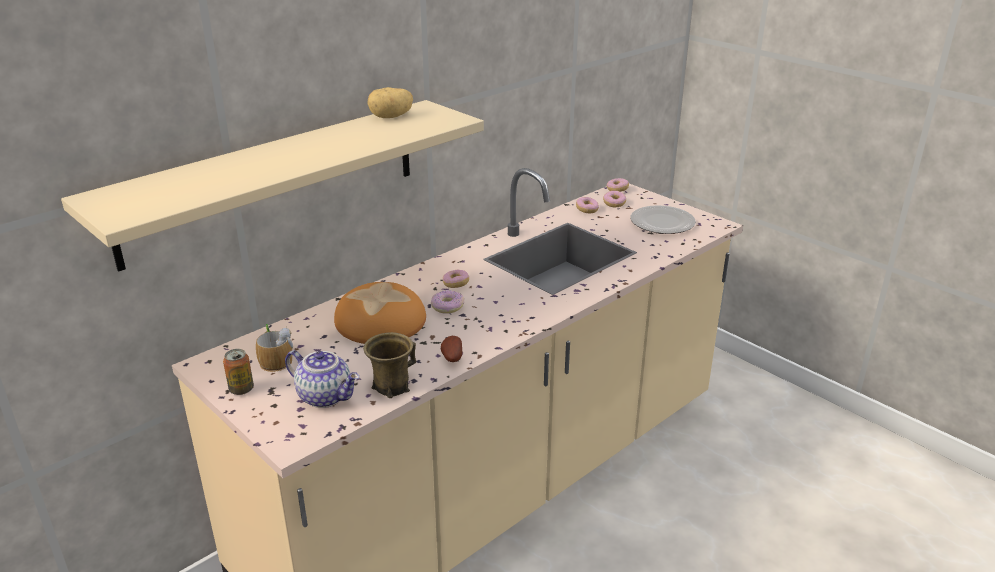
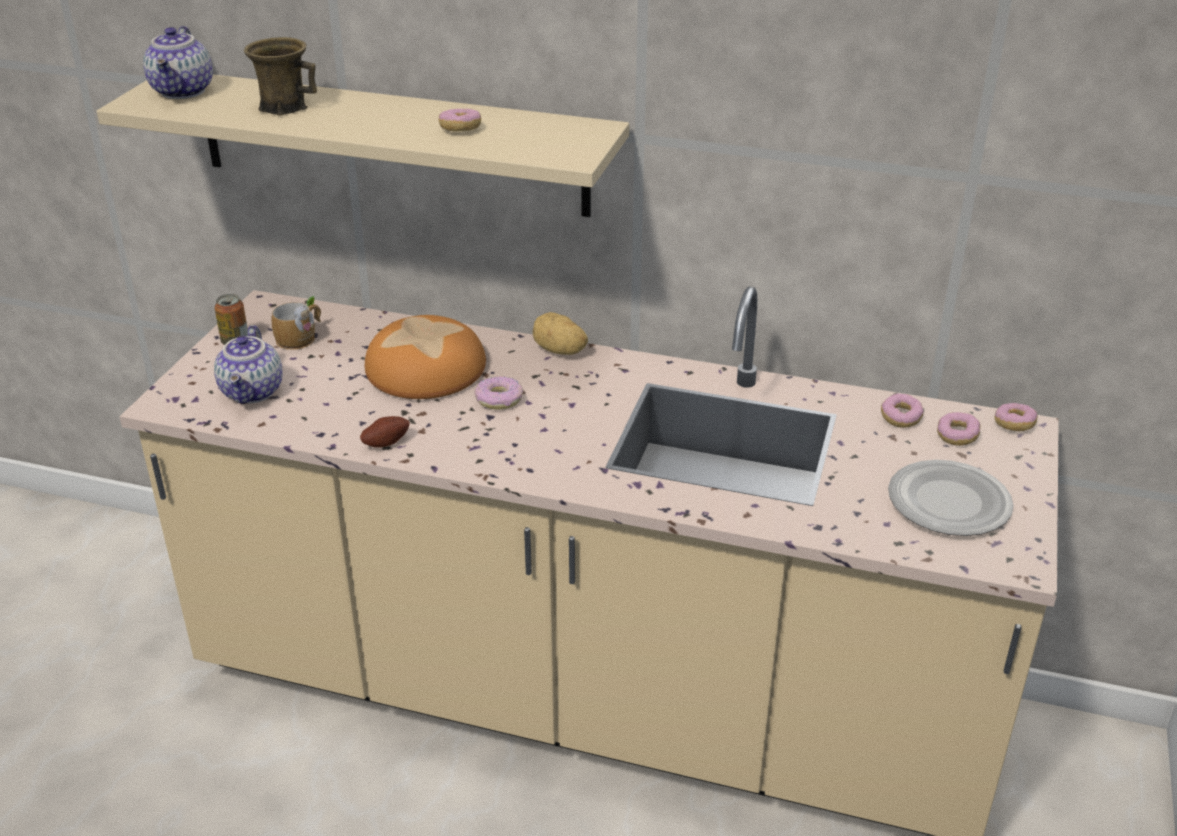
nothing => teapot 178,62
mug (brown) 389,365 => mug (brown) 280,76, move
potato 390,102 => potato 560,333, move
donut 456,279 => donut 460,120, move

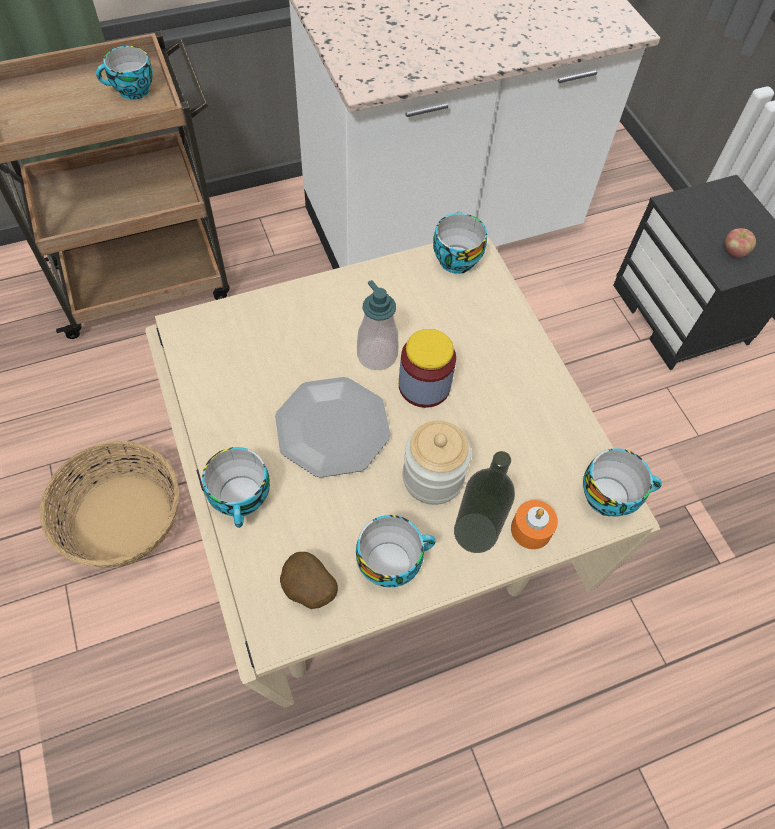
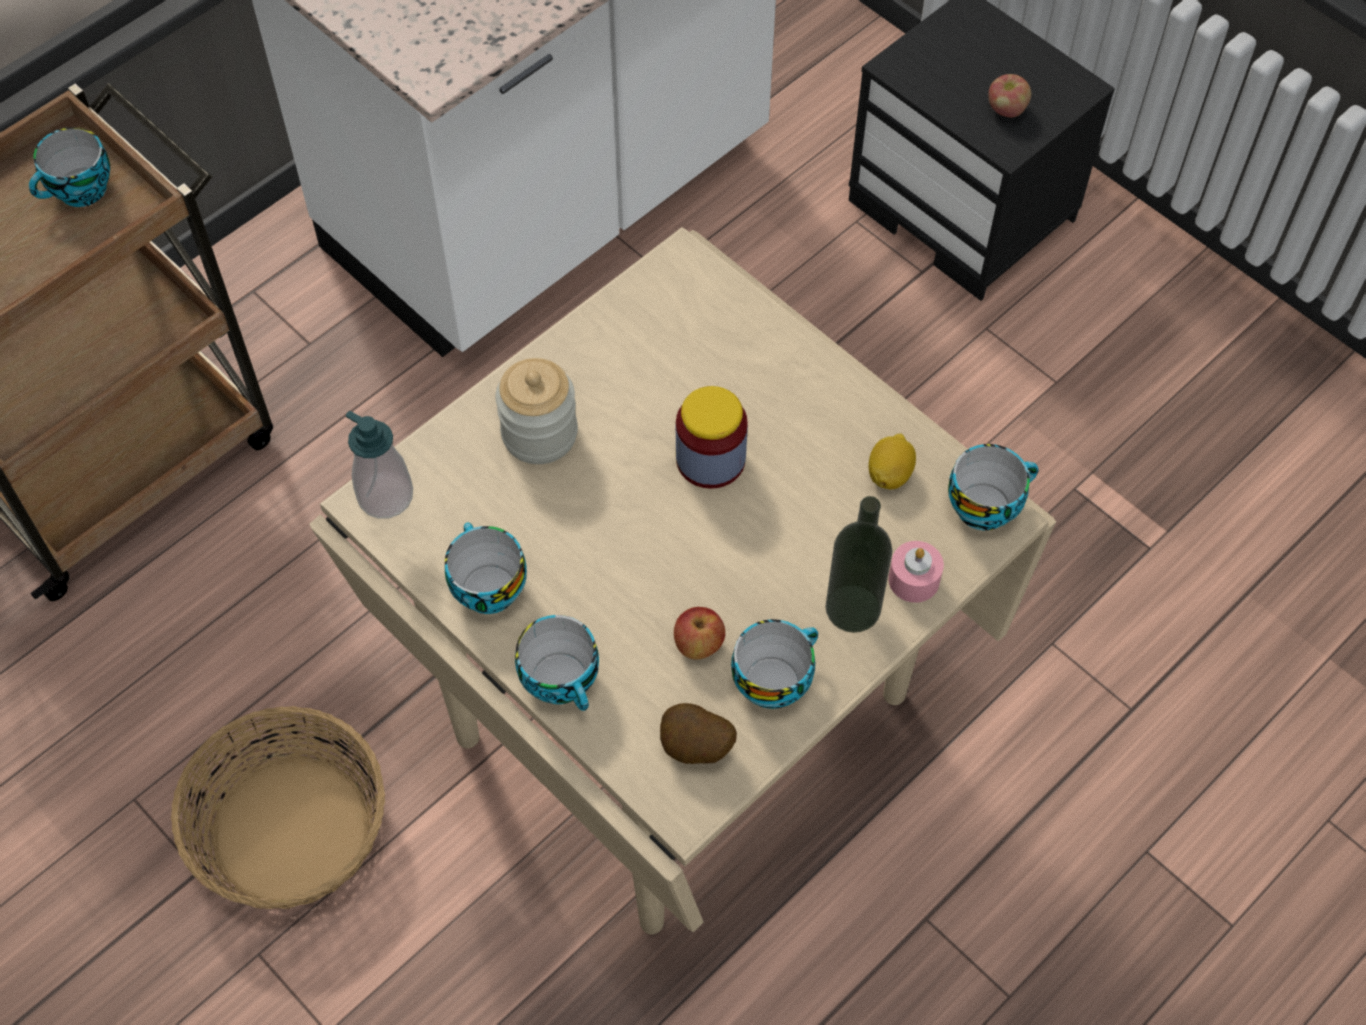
plate 333,427 => nothing
nothing => apple 699,633
nothing => lemon 892,462
soap dispenser 377,325 => soap dispenser 379,465, move
jar 437,463 => jar 536,411, move
cup 460,242 => cup 486,568, move
candle (orange) 534,524 => candle (pink) 916,572

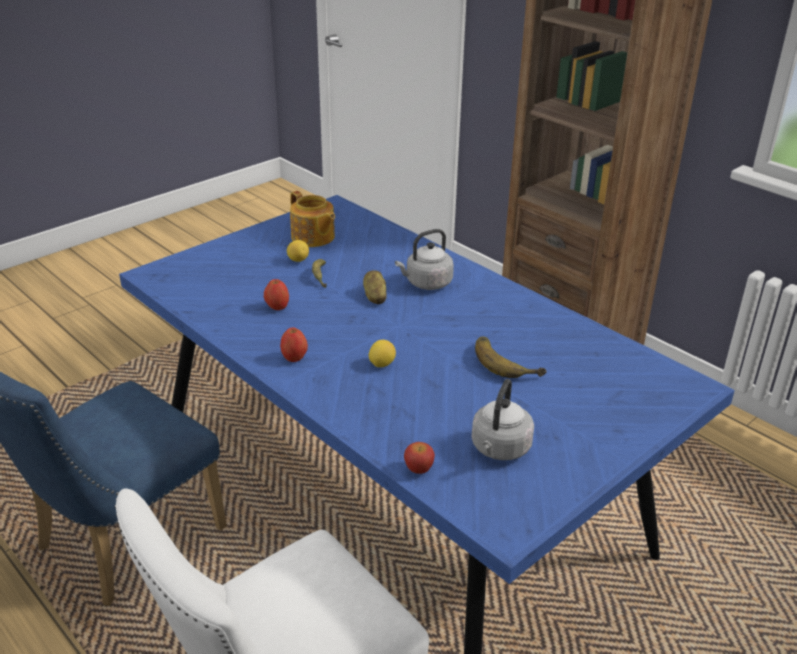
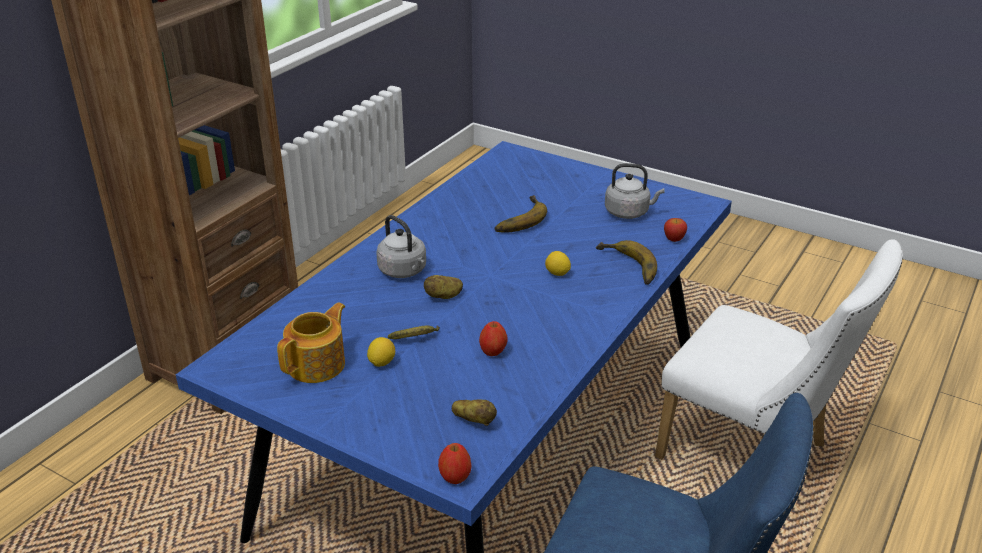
nothing => potato 474,413
nothing => banana 626,262
apple 294,344 => apple 455,463, move

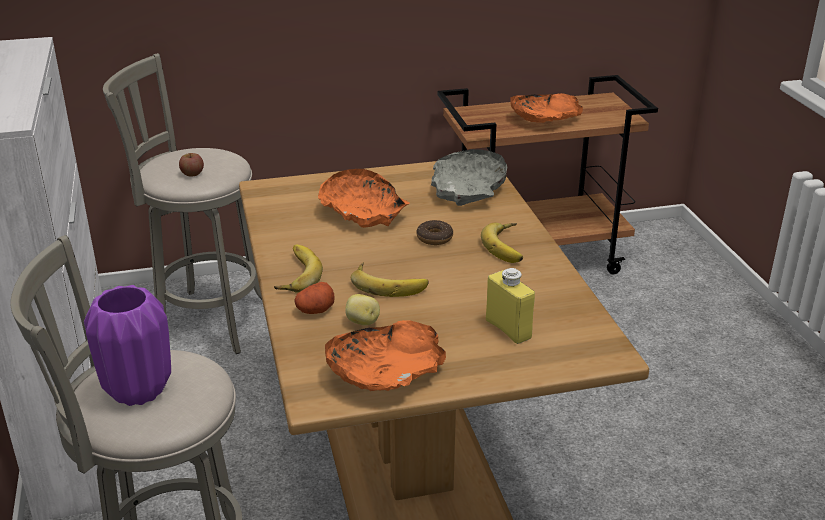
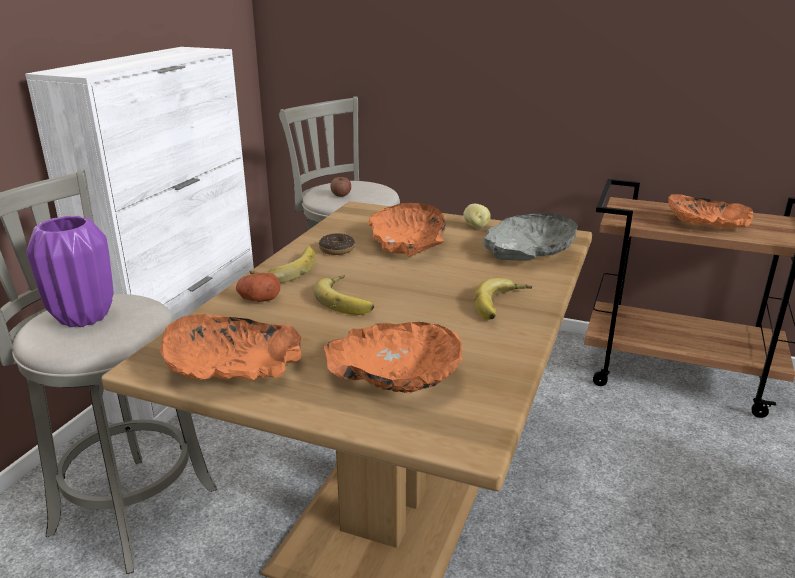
potato 362,309 => potato 477,216, move
donut 435,232 => donut 337,244, move
bottle (yellow) 510,306 => bowl (orange) 393,357

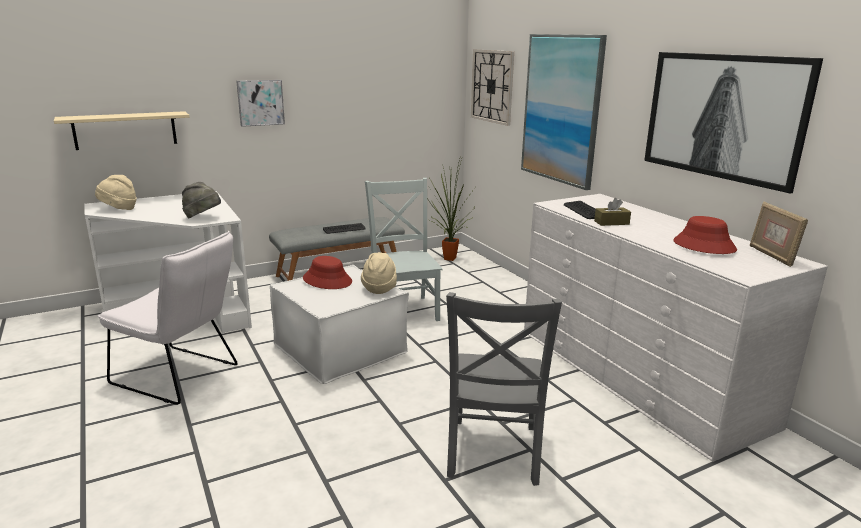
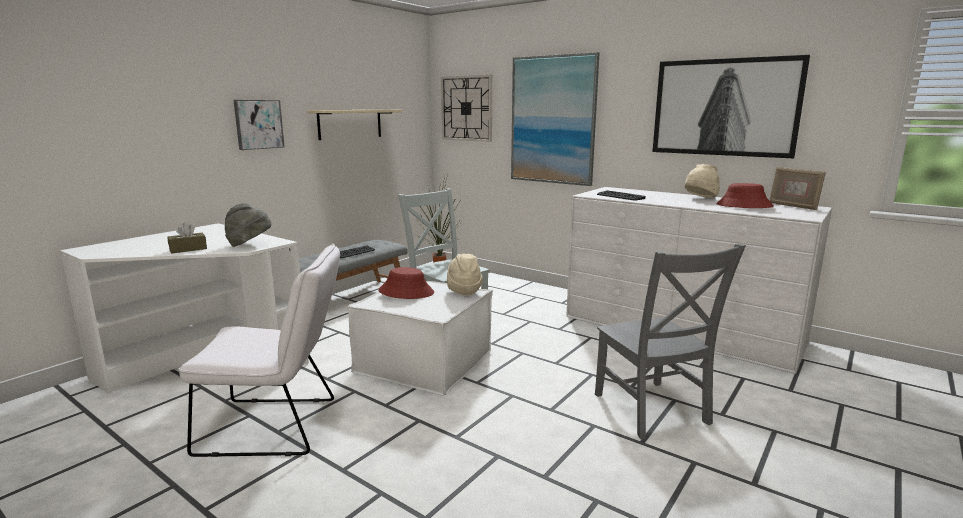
shelf (beige) 122,130 => shelf (beige) 355,125, move
hat (beige) 116,192 => hat (beige) 702,181, move
tissue box (brown) 612,212 => tissue box (brown) 187,238, move

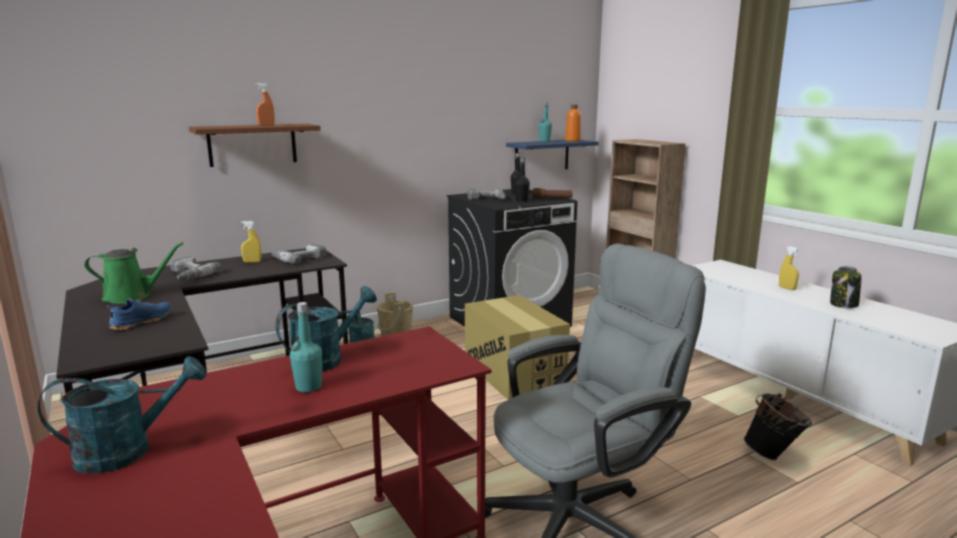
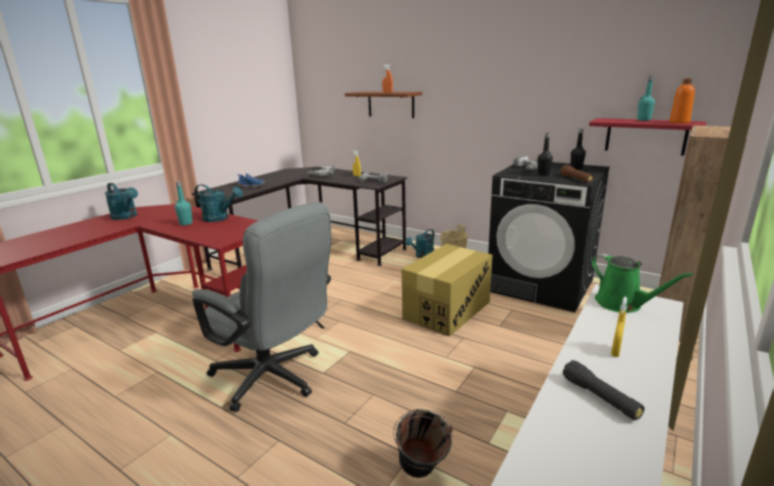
watering can (green) 133,273 => watering can (green) 642,283, move
jar 846,287 => flashlight (black) 603,390
shelf (blue) 552,154 => shelf (red) 647,137

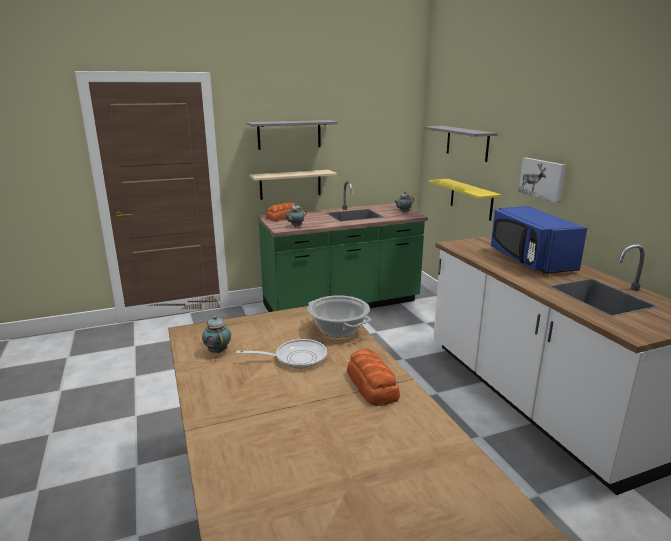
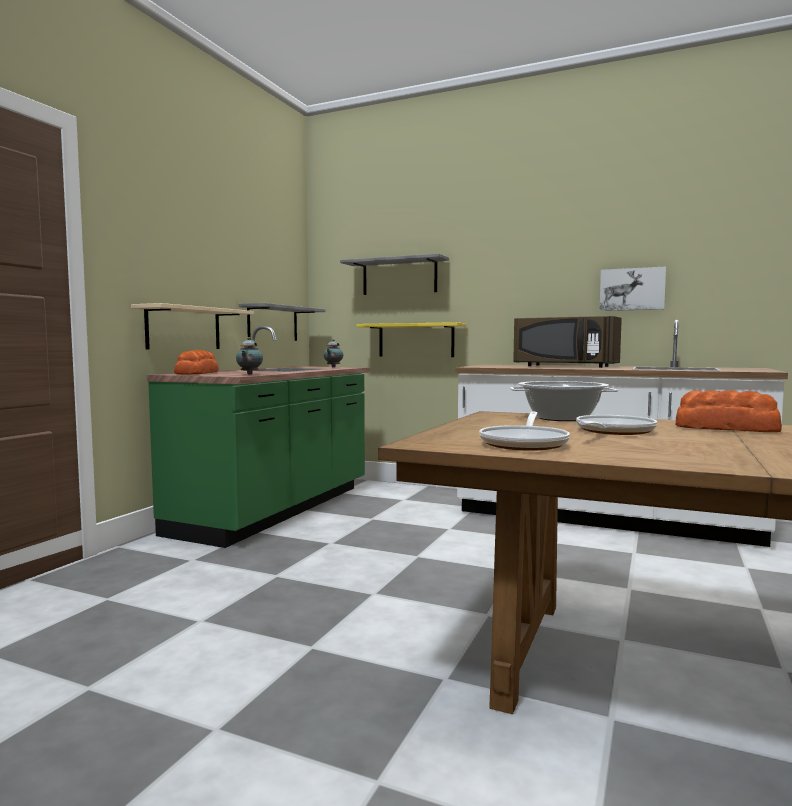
shelf (grey) 292,135 => shelf (grey) 282,322, move
picture 542,180 => picture 633,289, move
teapot 216,335 => frying pan 524,431
microwave (blue) 539,240 => microwave (brown) 567,342

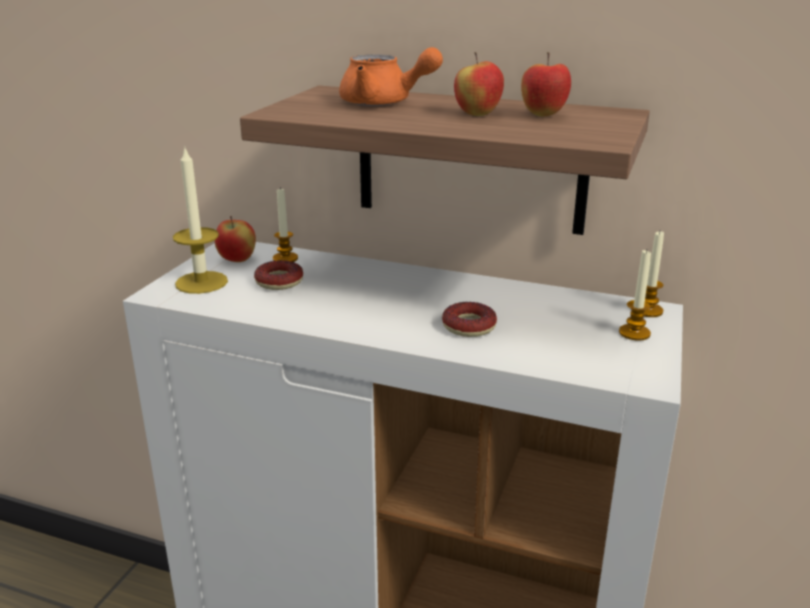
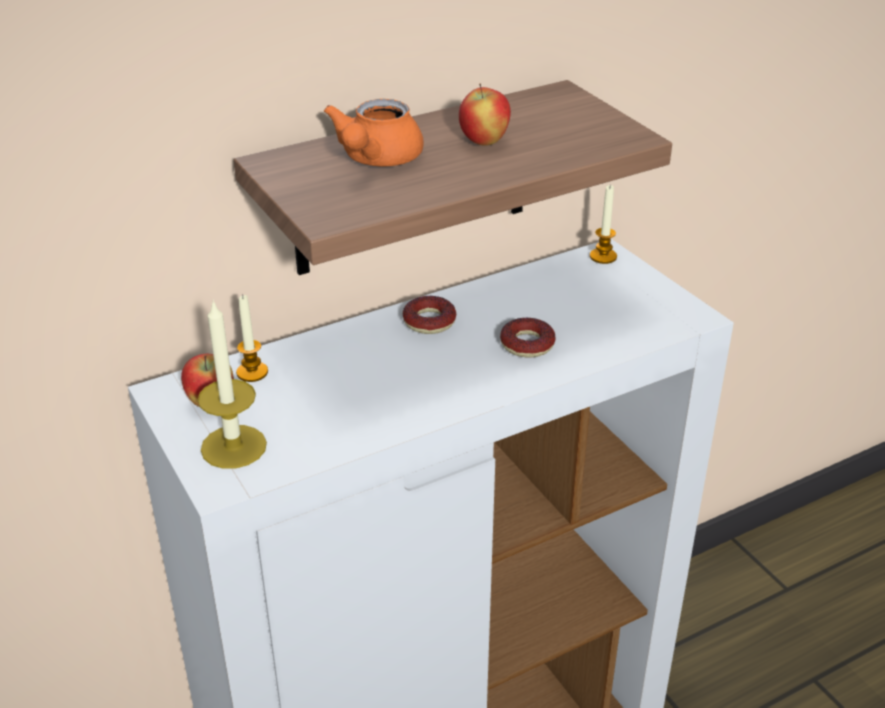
apple 546,84 => nothing
candle 635,295 => nothing
donut 278,275 => donut 429,315, move
teapot (orange) 391,76 => teapot (orange) 374,133, 135 degrees clockwise

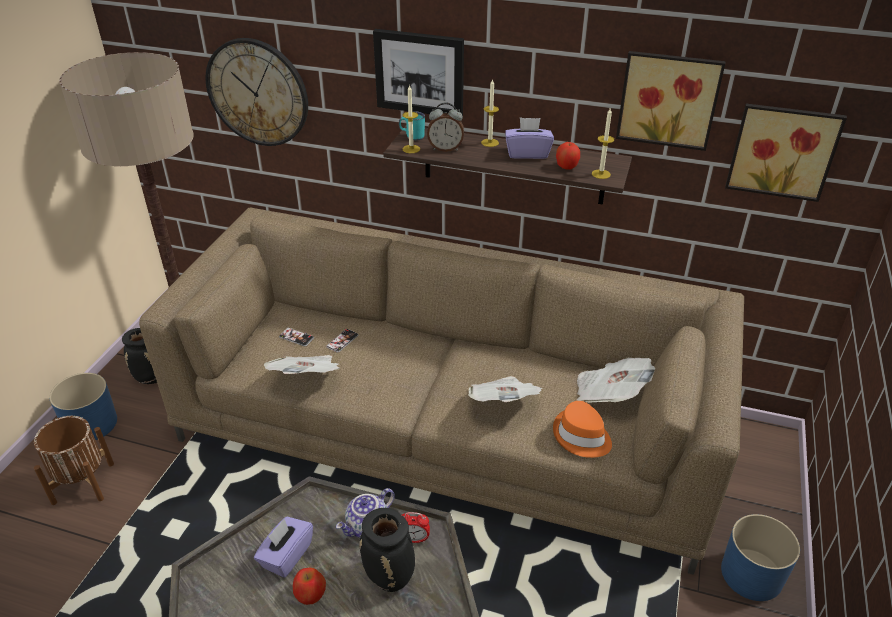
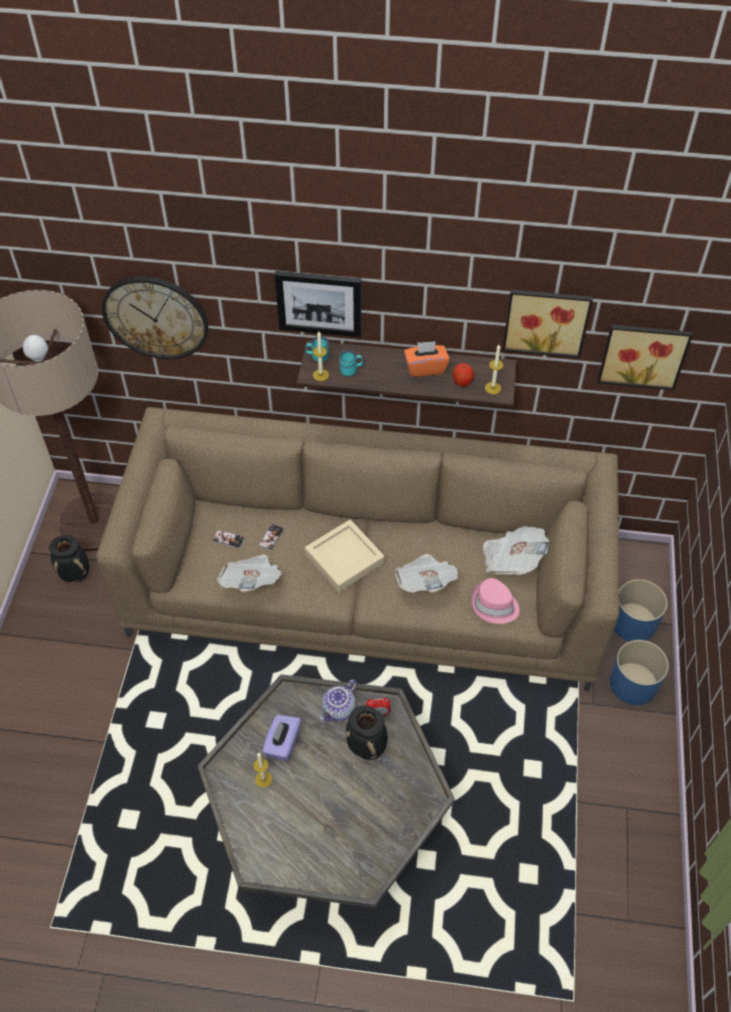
planter (brown) 74,460 => nothing
apple 309,586 => nothing
nothing => tray (beige) 345,556
planter (blue) 83,406 => planter (blue) 641,610, move
candle 490,113 => candle 262,770, move
alarm clock 445,127 => mug (turquoise) 351,363
tissue box (purple) 529,138 => tissue box (orange) 427,359
hat (orange) 582,429 => hat (pink) 495,601

